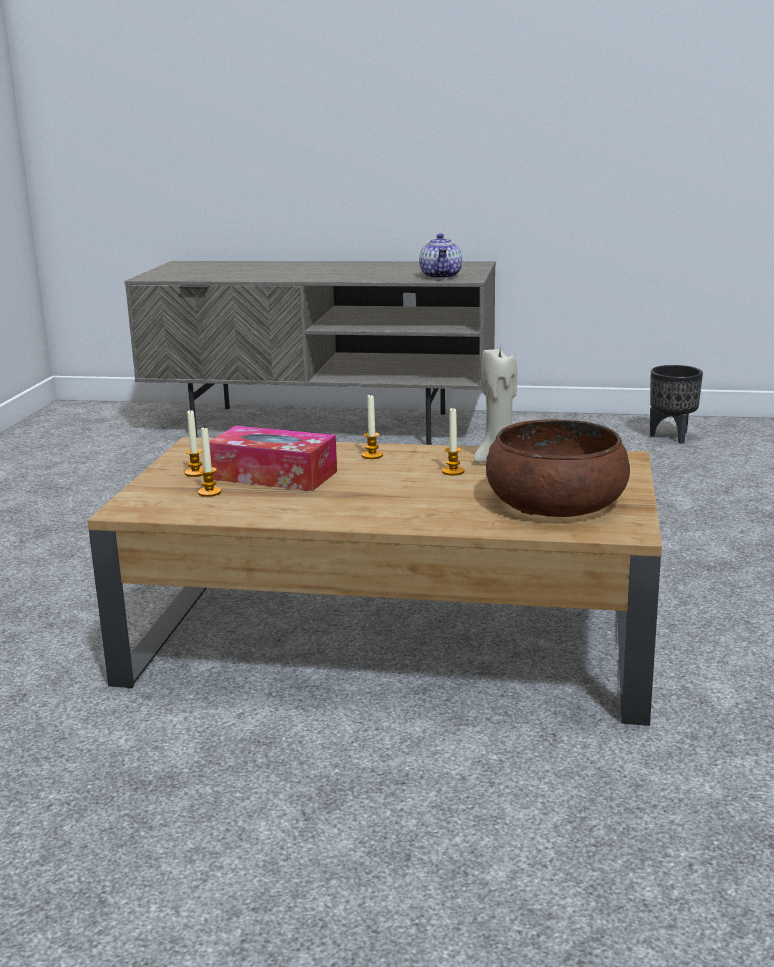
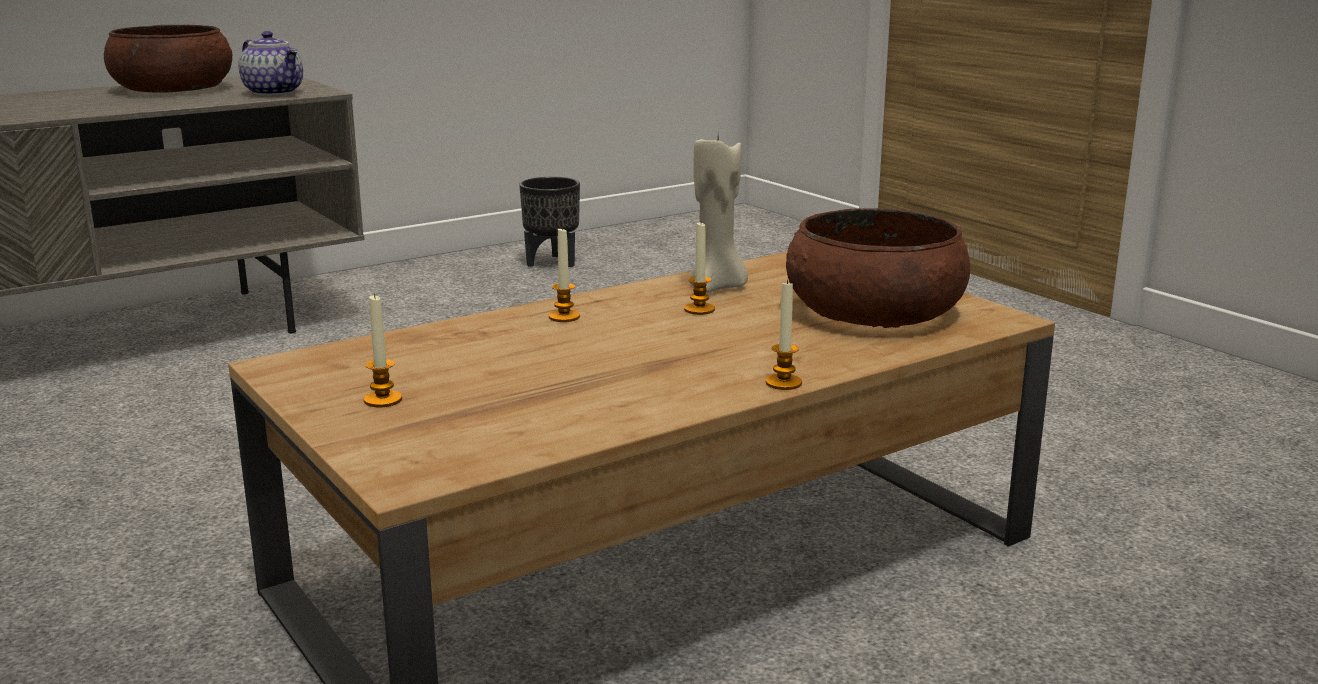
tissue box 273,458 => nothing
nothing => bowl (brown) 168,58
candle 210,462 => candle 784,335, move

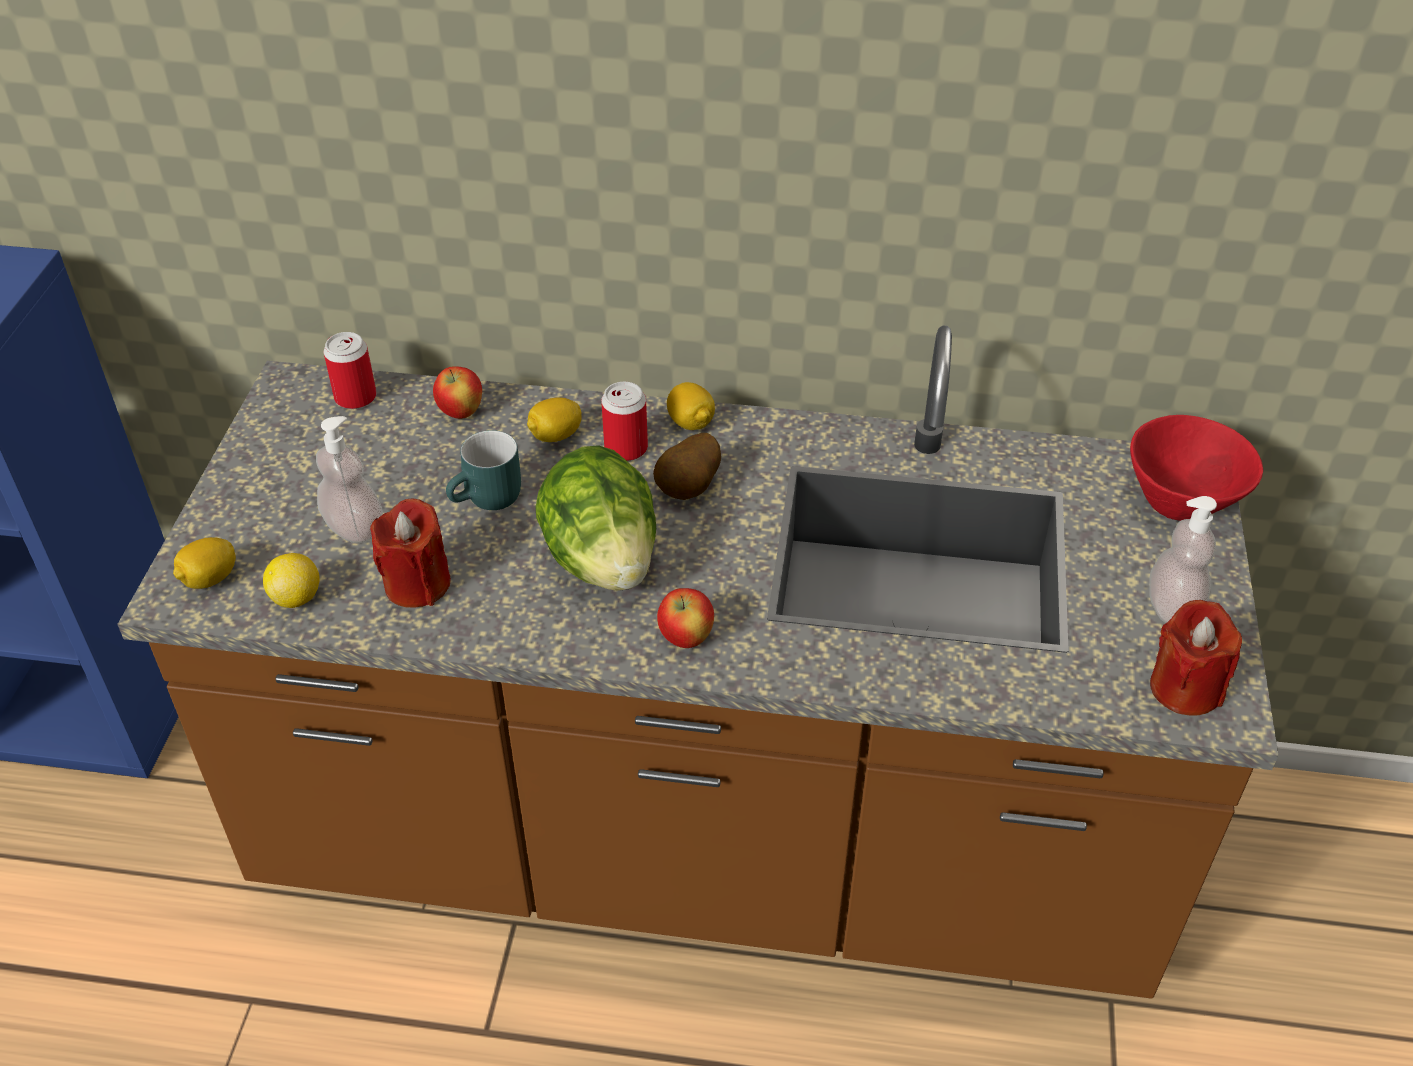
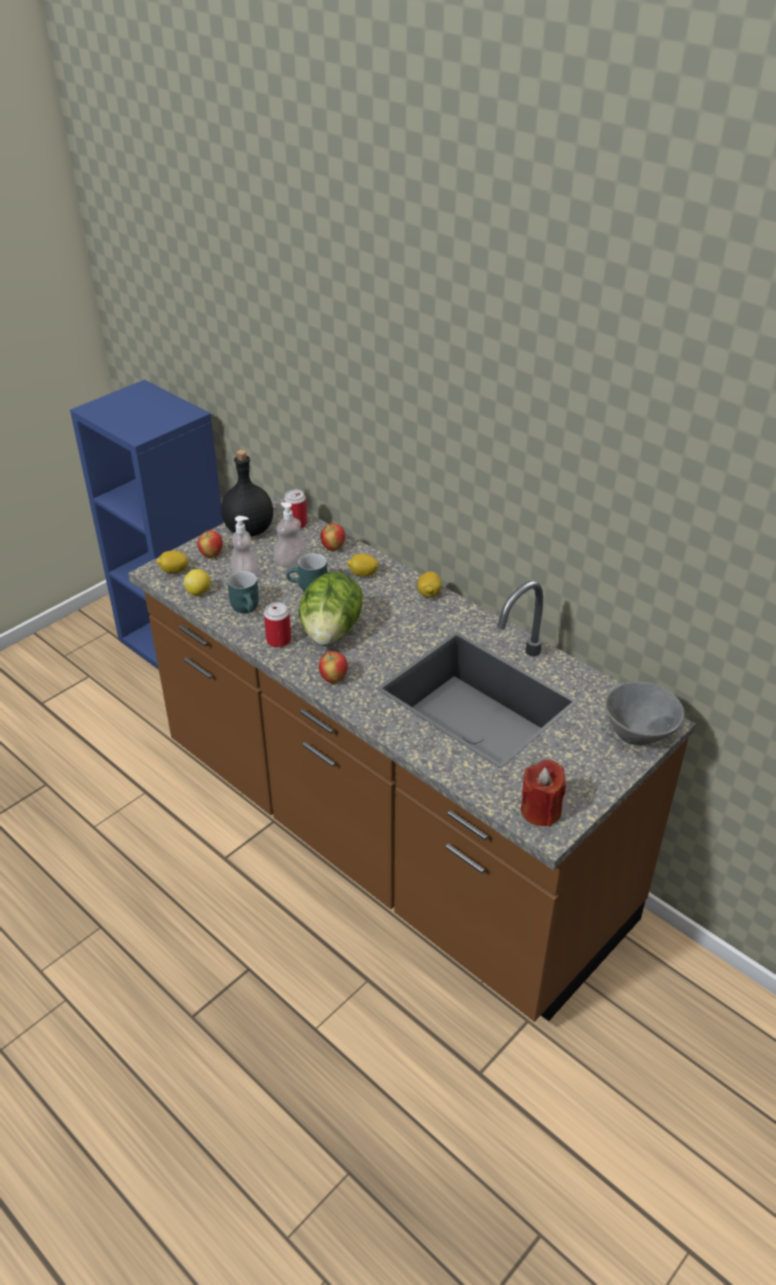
potato 687,466 => nothing
nothing => apple 210,544
nothing => bottle (black) 247,493
can 624,421 => can 277,625, move
soap dispenser 1183,559 => soap dispenser 290,535, move
candle (red) 410,553 => mug (turquoise) 243,592
bowl (red) 1196,468 => bowl (grey) 644,713

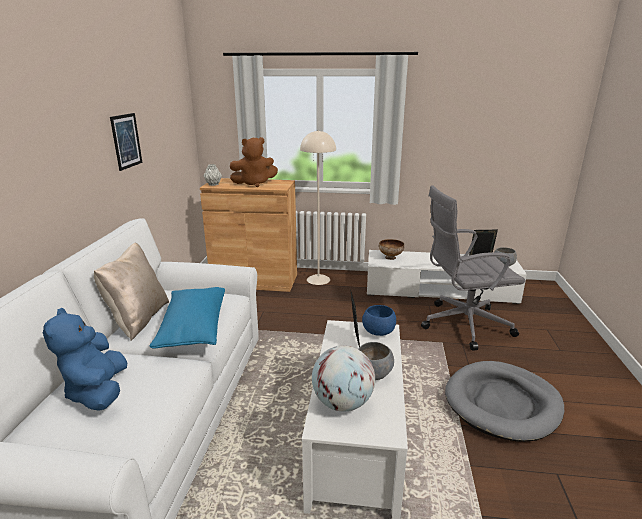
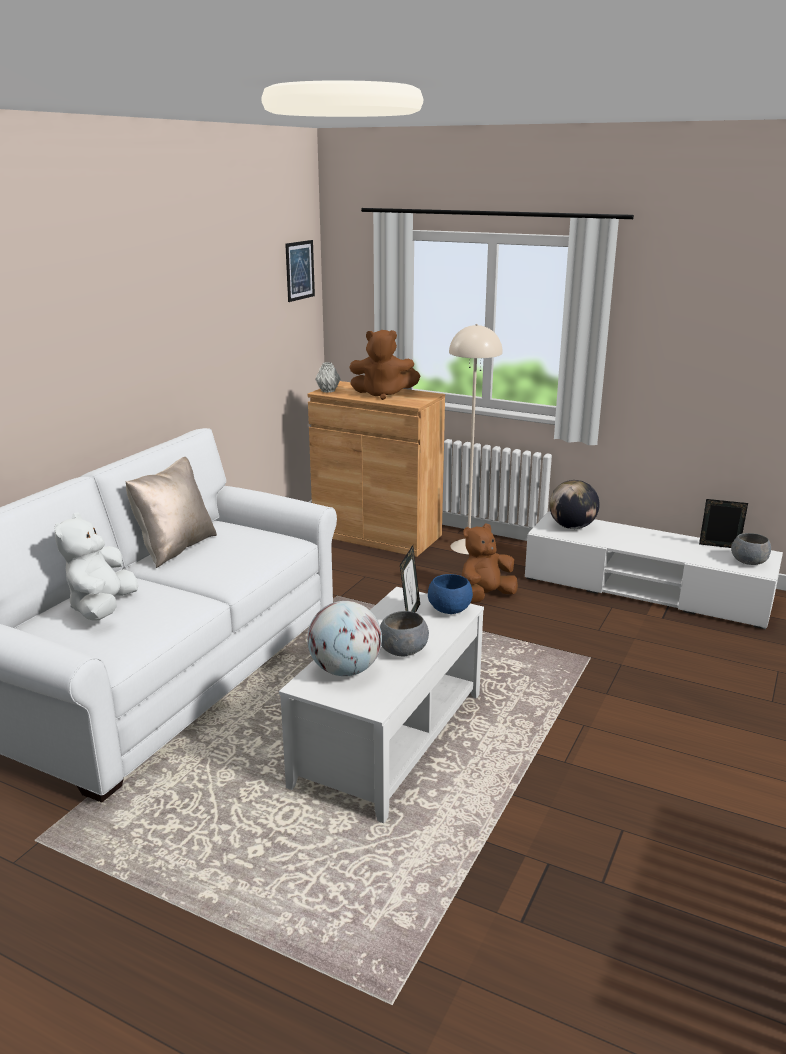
pillow (blue) 187,317 => nothing
office chair (grey) 473,268 => nothing
dog bed (grey) 504,401 => nothing
nothing => plush toy (brown) 490,563
picture 126,142 => picture 300,271, move
bowl 391,249 => globe 574,504
plush toy (blue) 85,359 => plush toy (white) 96,566

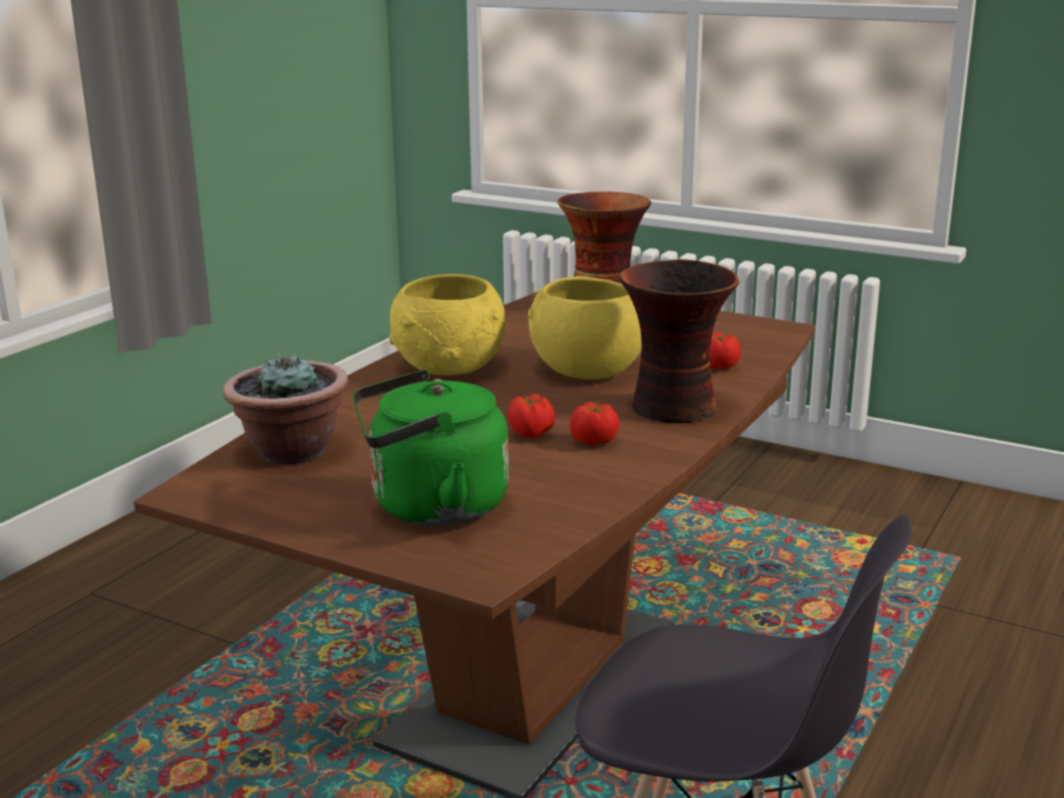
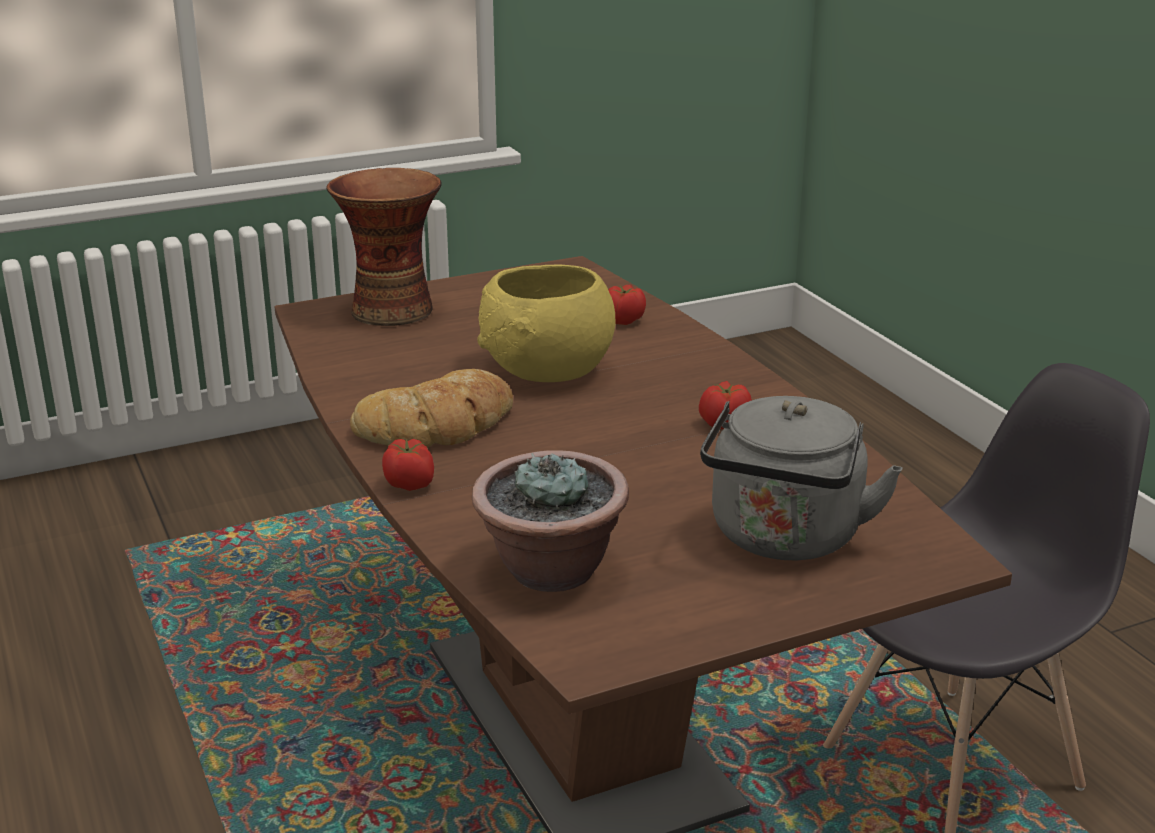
vase 679,341 => nothing
tomato 531,416 => tomato 408,465, move
bowl (yellow) 447,324 => bread 431,408
kettle (green) 431,447 => kettle (grey) 801,478

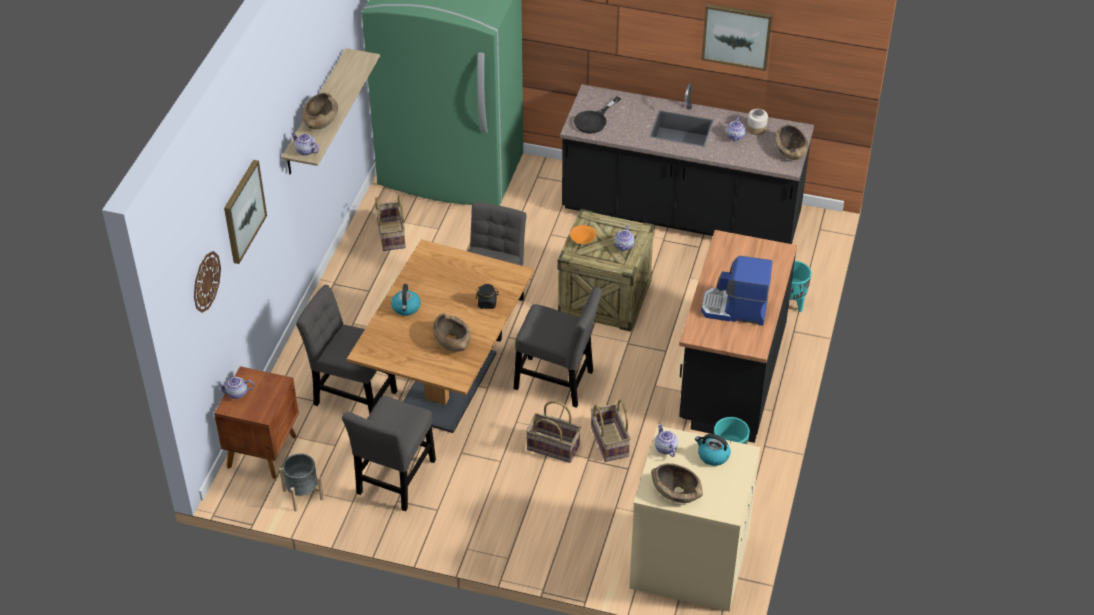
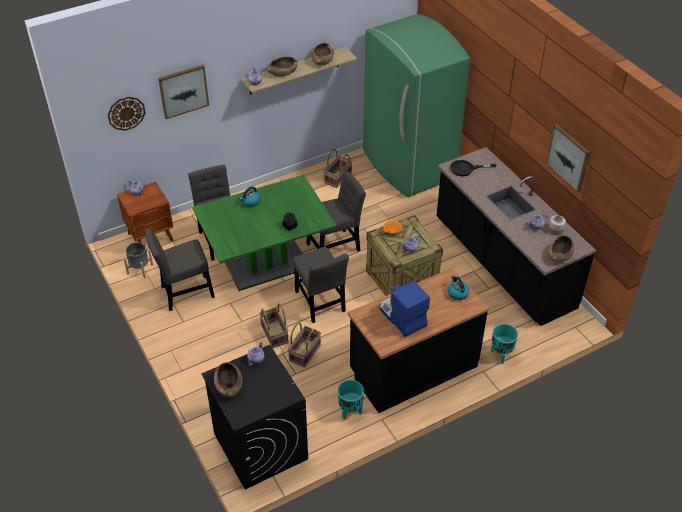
bowl (brown) 452,332 => bowl (brown) 323,54, move
kettle 713,450 => kettle 459,288, move
dining table (brown) 440,336 => dining table (green) 264,233
washing machine (beige) 694,519 => washing machine (black) 254,417

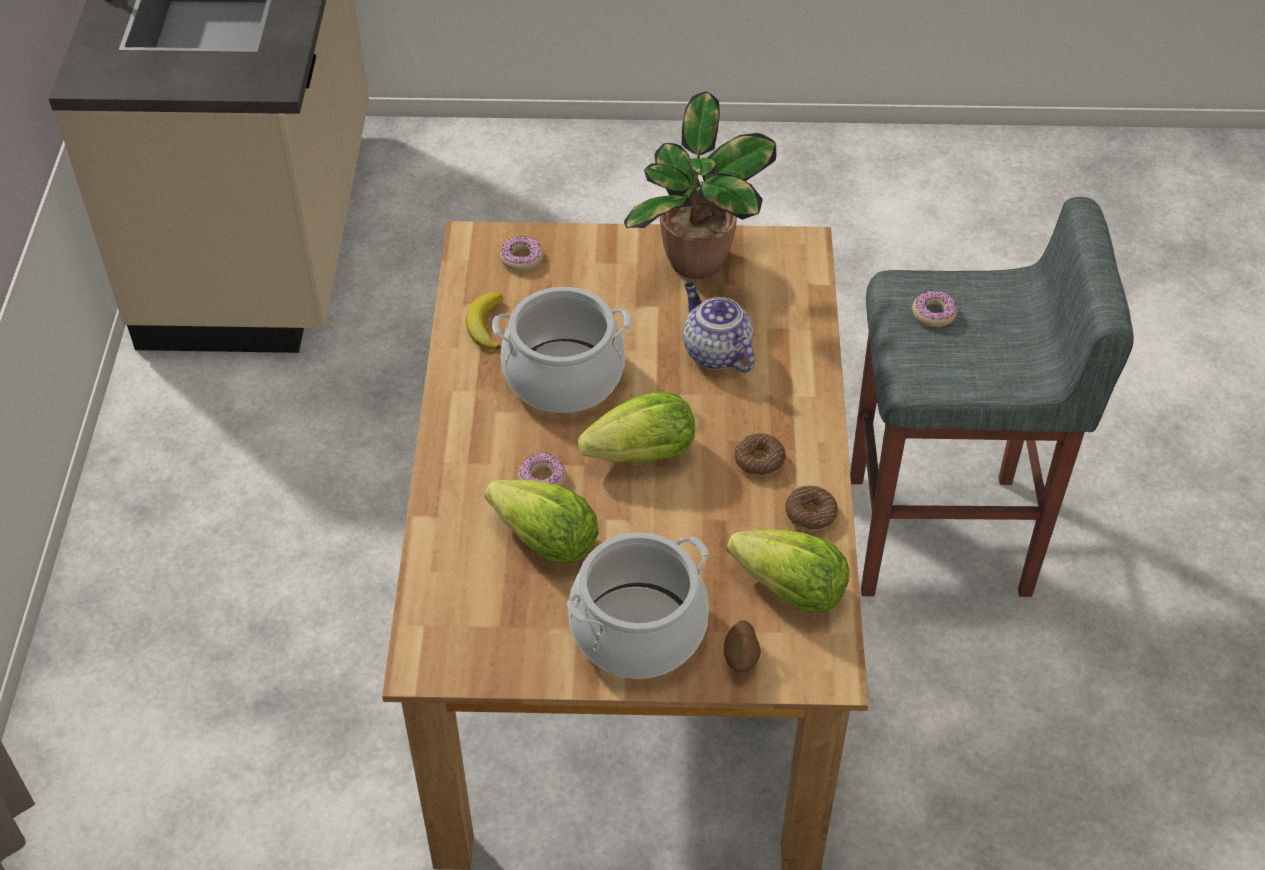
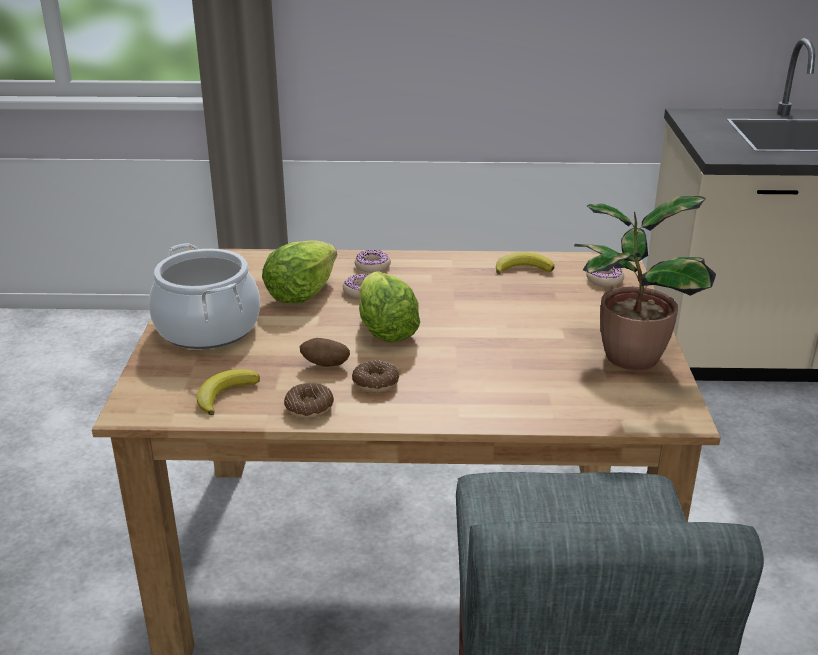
cooking pot 561,350 => nothing
teapot 719,327 => nothing
potato 742,646 => potato 325,352, move
donut 934,309 => donut 373,261, move
lettuce 788,570 => banana 228,392

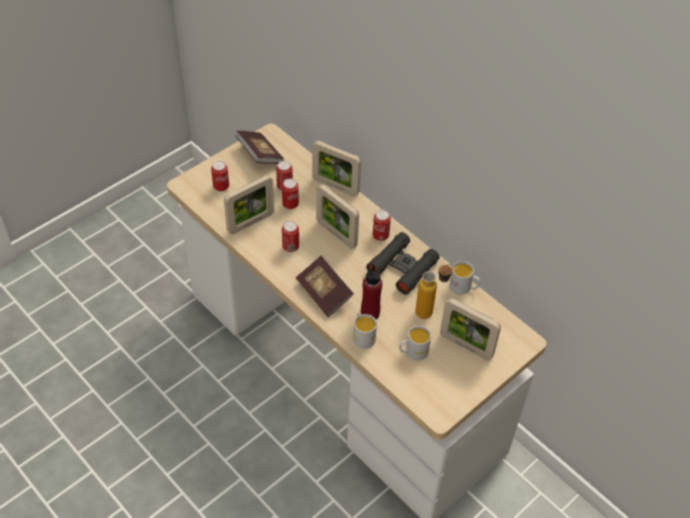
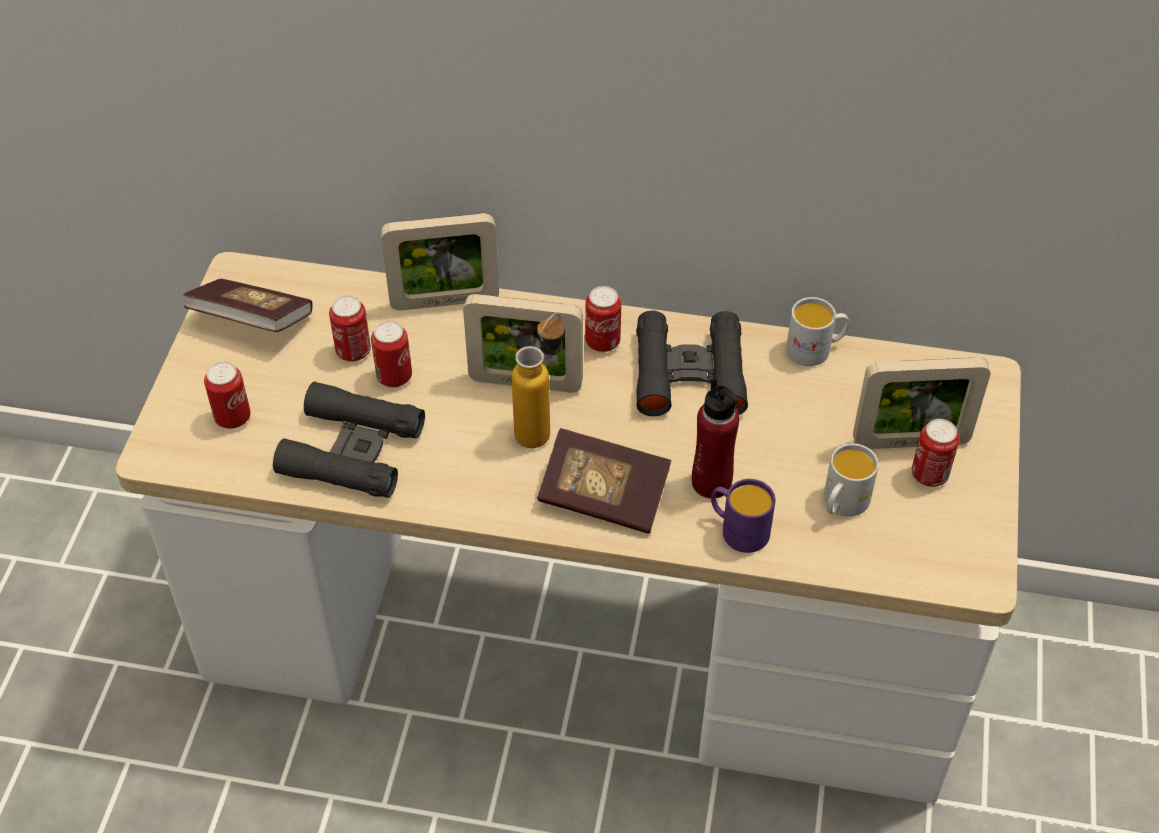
can 290,236 => can 936,453, move
bottle 434,291 => bottle 538,380, move
picture frame 249,205 => binoculars (black) 349,440
mug (white) 365,331 => mug (purple) 743,516

